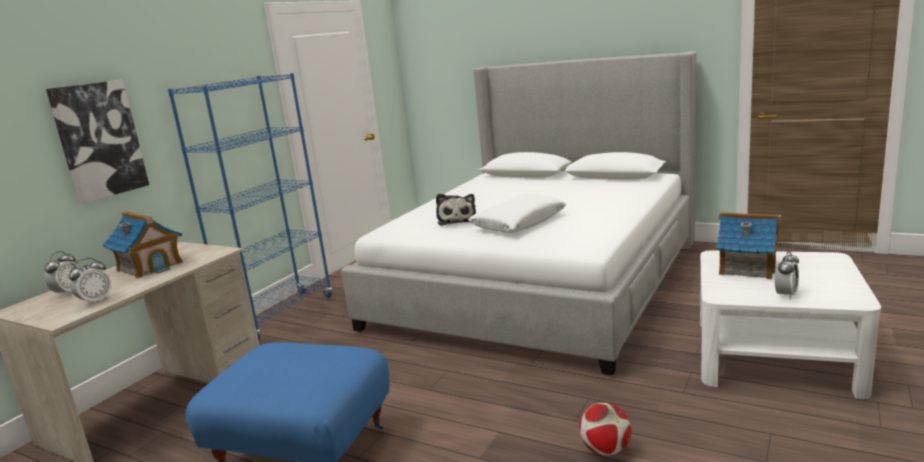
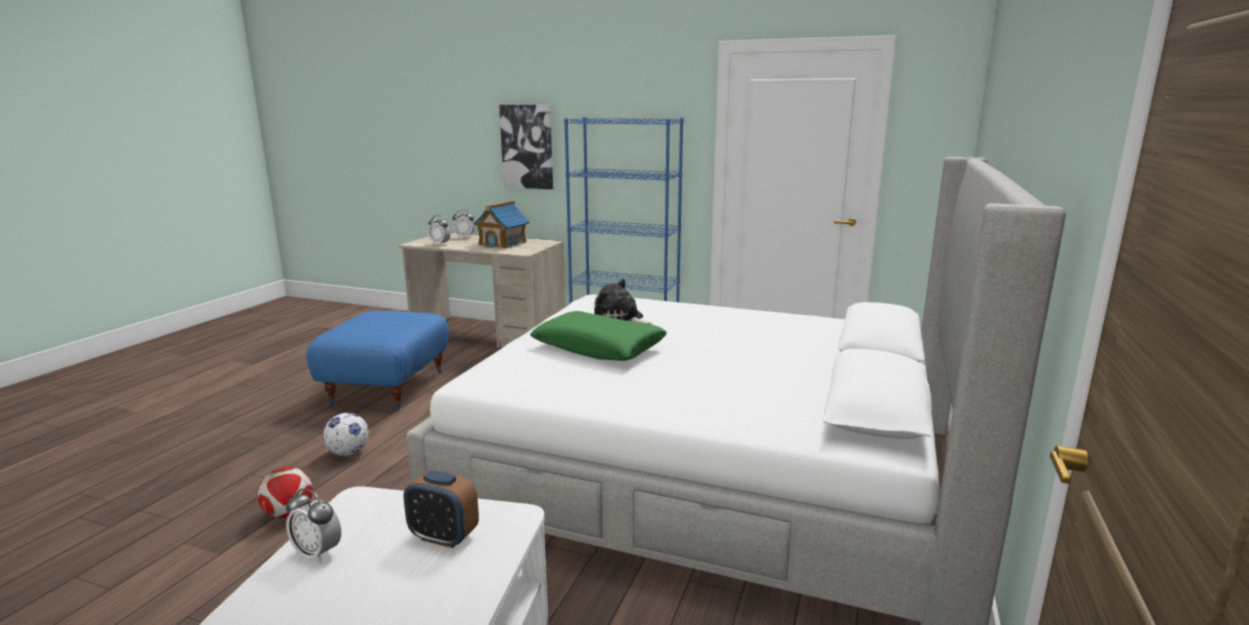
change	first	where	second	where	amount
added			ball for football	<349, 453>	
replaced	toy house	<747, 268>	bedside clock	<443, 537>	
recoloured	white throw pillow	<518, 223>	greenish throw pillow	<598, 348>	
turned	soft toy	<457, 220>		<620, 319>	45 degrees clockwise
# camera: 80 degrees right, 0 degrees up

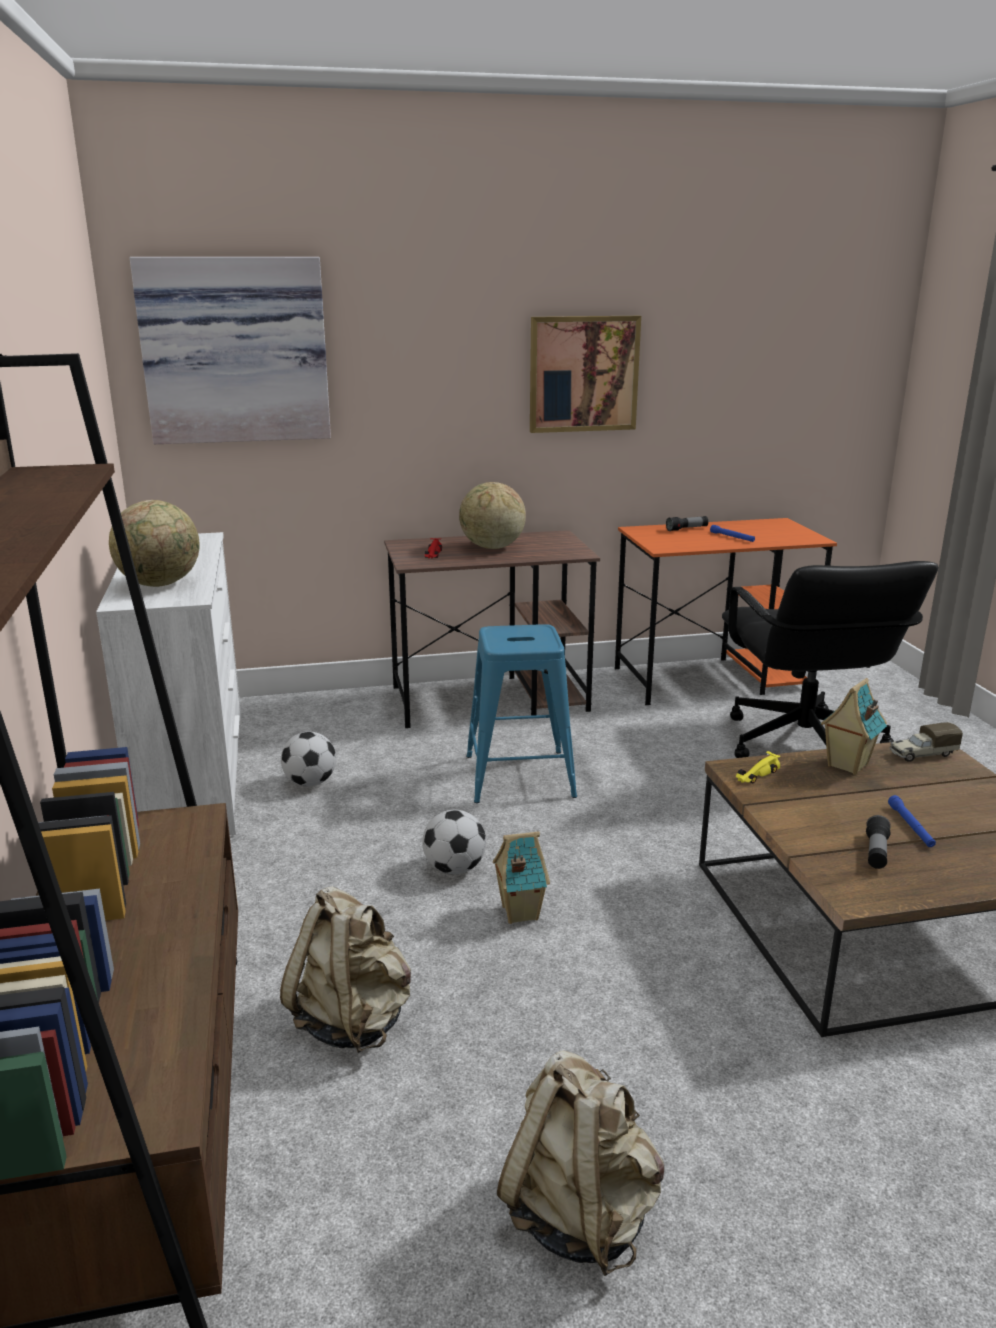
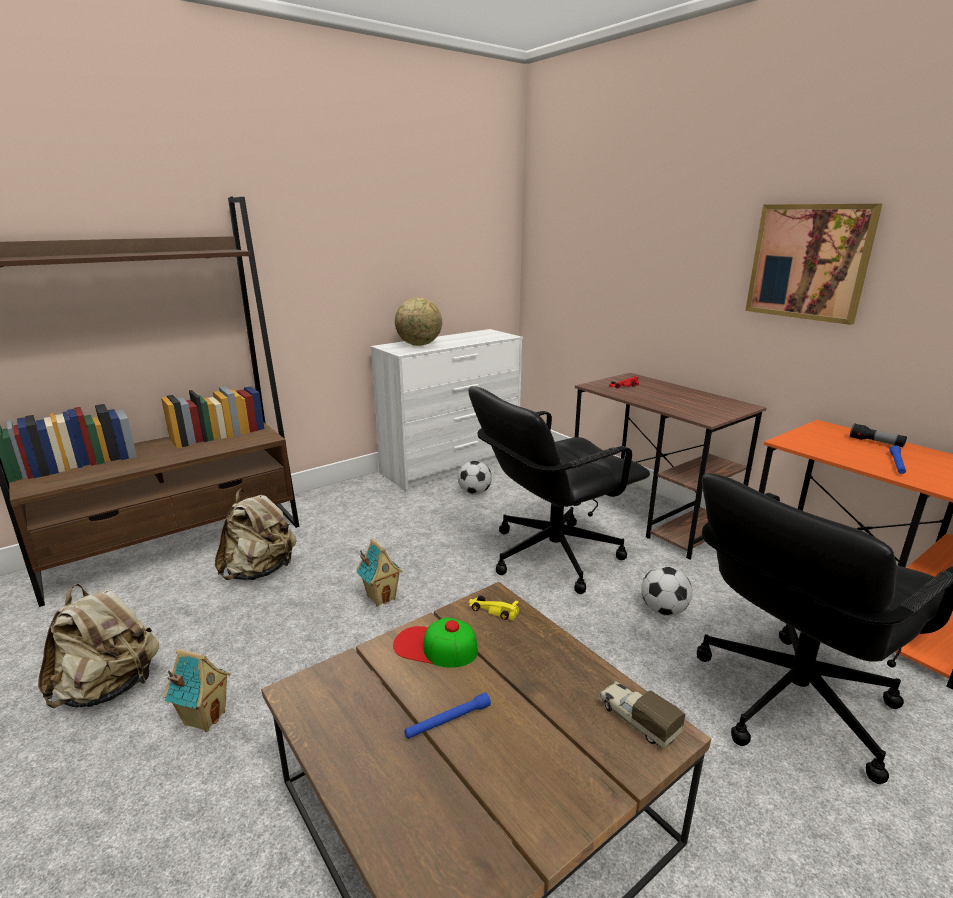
change	first	where	second	where	amount
moved	toy house	<846, 765>		<204, 717>	
added			cap	<435, 647>	
replaced	blue-coloured sitting stool	<520, 776>	black-coloured office chair	<551, 555>	
moved	ball for football	<454, 868>		<663, 610>	
removed	wall art	<235, 350>			
removed	globe	<492, 548>			
removed	hand torch	<876, 852>			
# camera: 65 degrees right, 0 degrees up

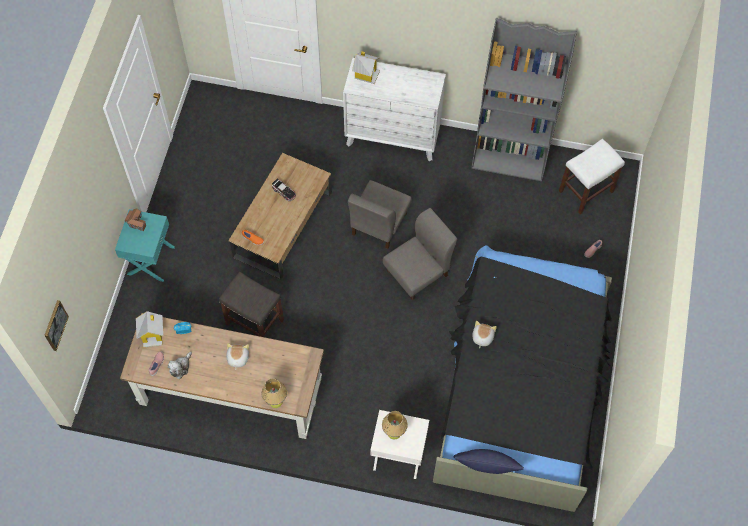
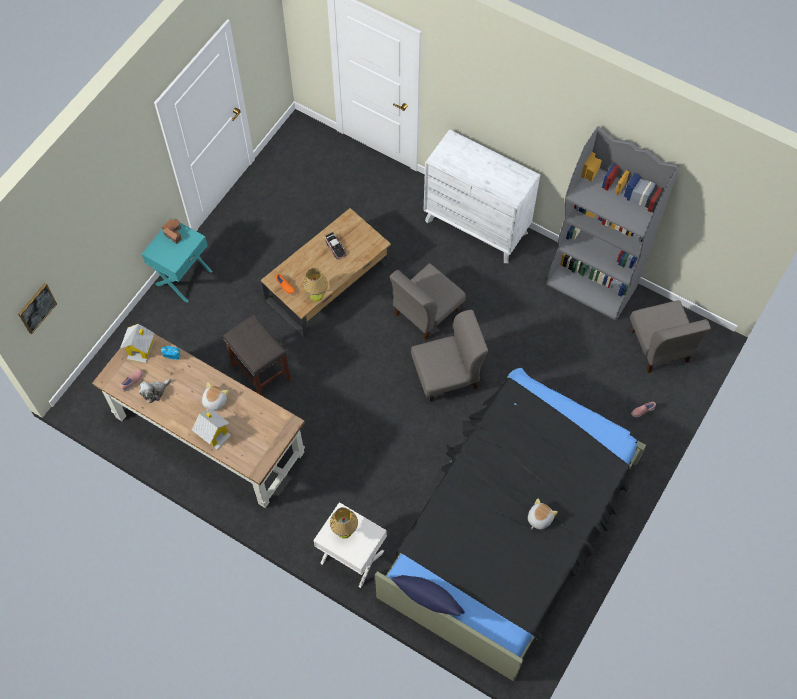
change	first	where	second	where	amount
moved	toy house	<366, 74>		<214, 434>	
moved	table lamp	<275, 401>		<316, 295>	
moved	soft toy	<482, 337>		<539, 518>	
replaced	white sitting stool	<585, 192>	greyish chair	<659, 346>	
# camera: 20 degrees right, 0 degrees up

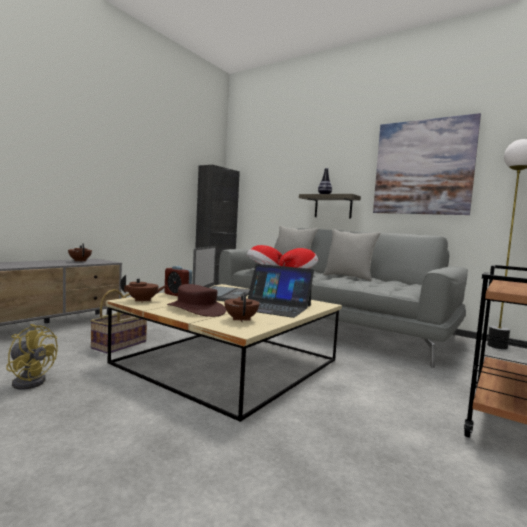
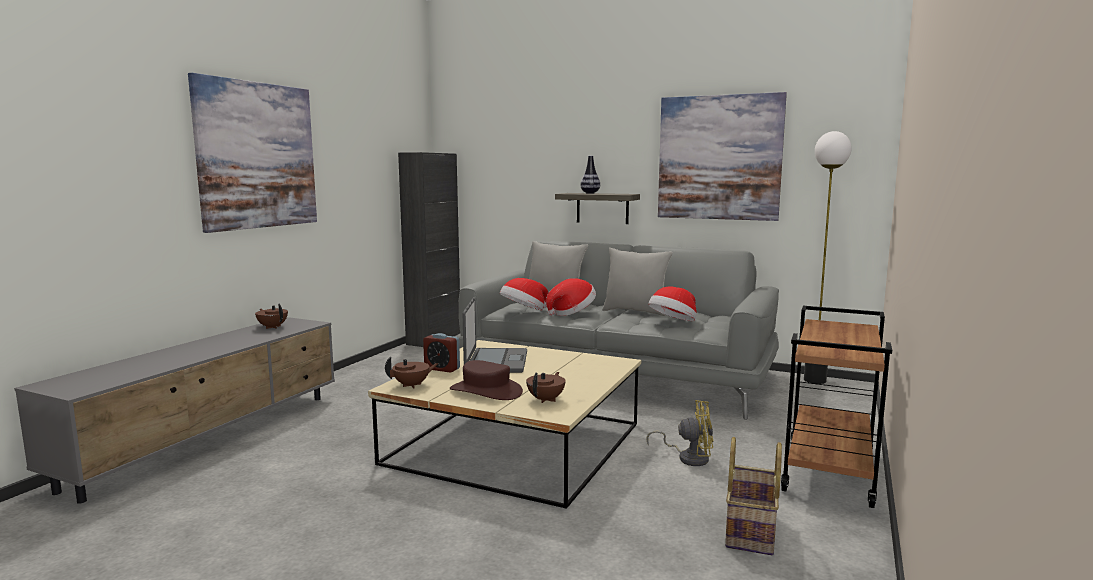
change	first	where	second	where	amount
added			wall art	<257, 155>	
turned	brown-coloured pot for tea	<241, 320>		<546, 399>	45 degrees clockwise
moved	yellow electric fan	<30, 381>		<688, 457>	
added			wearable hat	<673, 323>	
moved	storage basket	<120, 345>		<751, 530>	
removed	portable computer	<272, 307>			
# camera: 10 degrees left, 5 degrees up

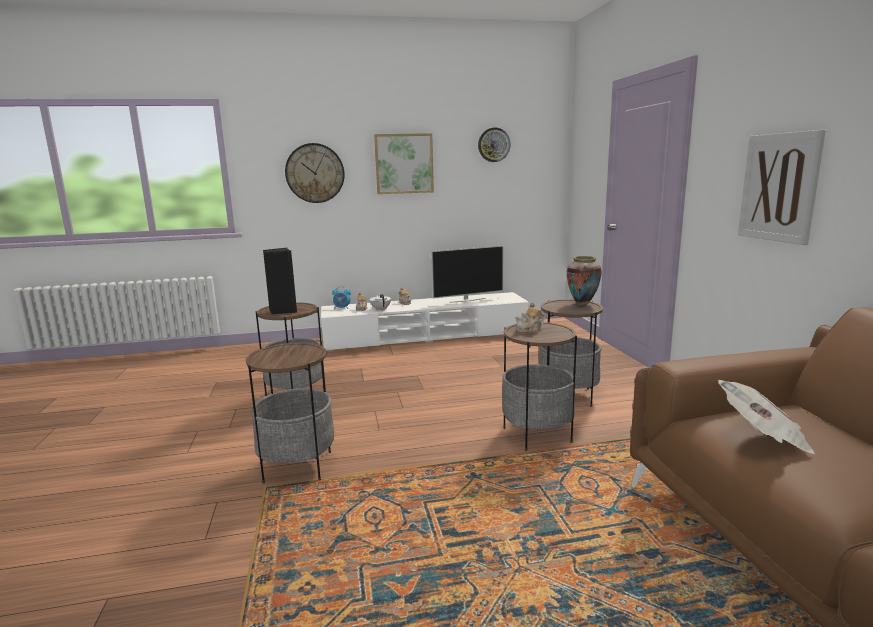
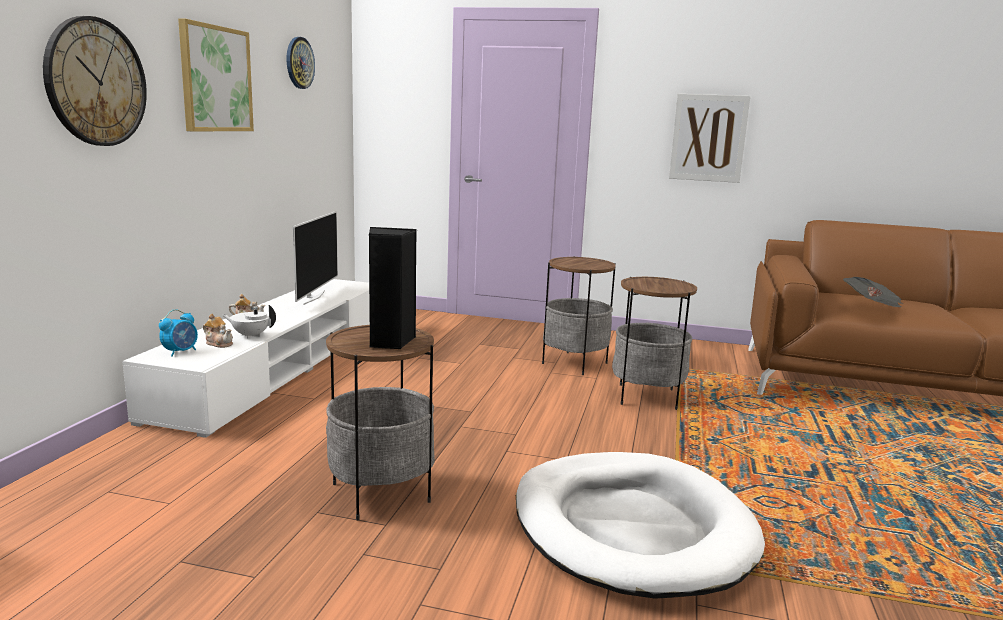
change	first	where	second	where	amount
replaced	side table	<298, 466>	white dog cushion	<631, 528>	
removed	pot for tea	<530, 330>			
removed	flower vase	<582, 303>			
# camera: 65 degrees left, 0 degrees up

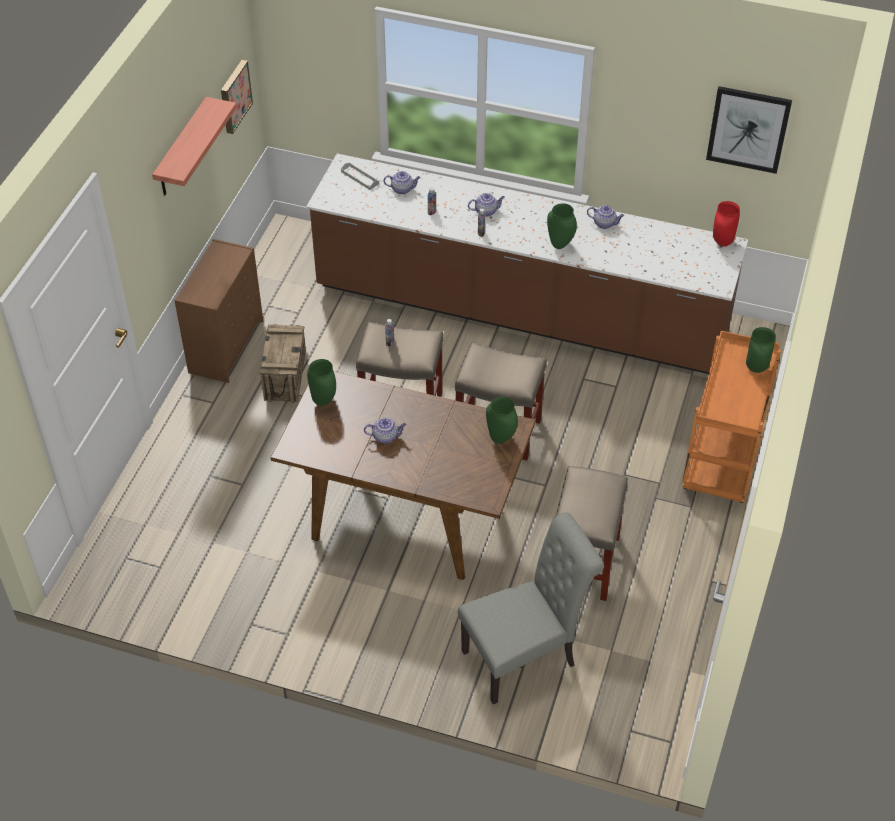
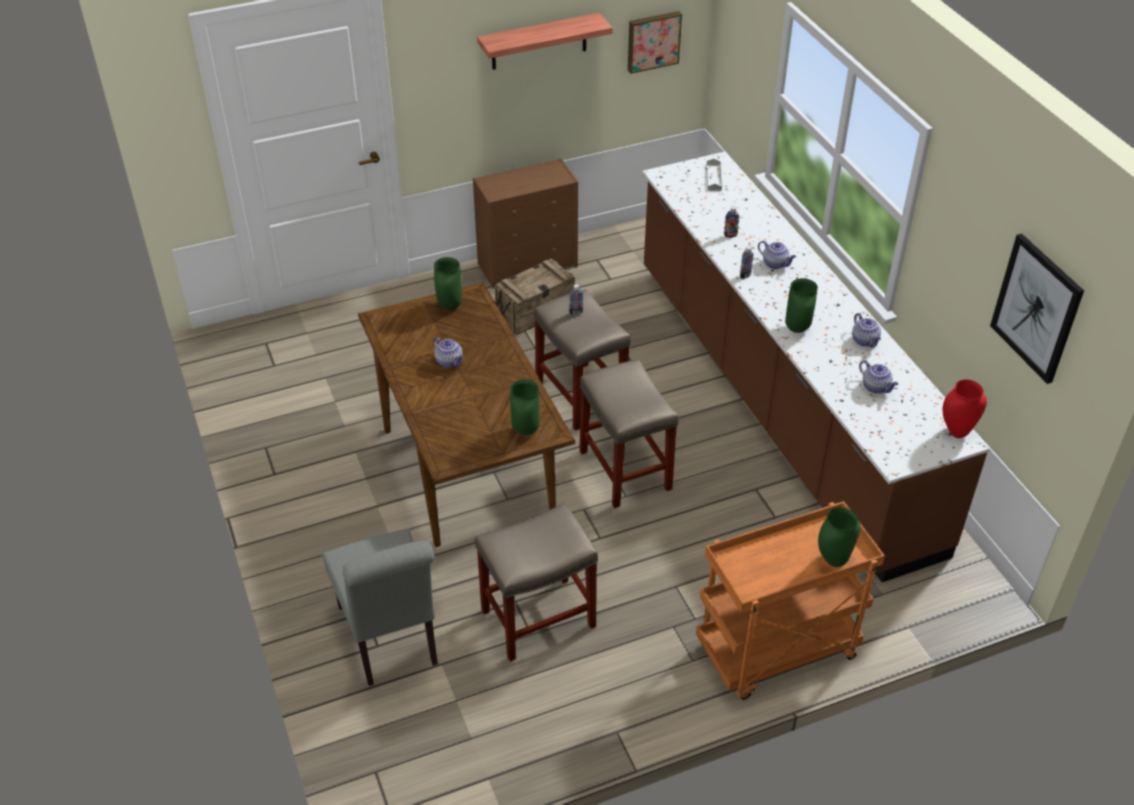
change	first	where	second	where	amount
turned	greyish chair	<525, 656>		<391, 640>	45 degrees clockwise
moved	pot for tea	<402, 189>		<876, 387>	
# camera: 50 degrees right, 5 degrees down

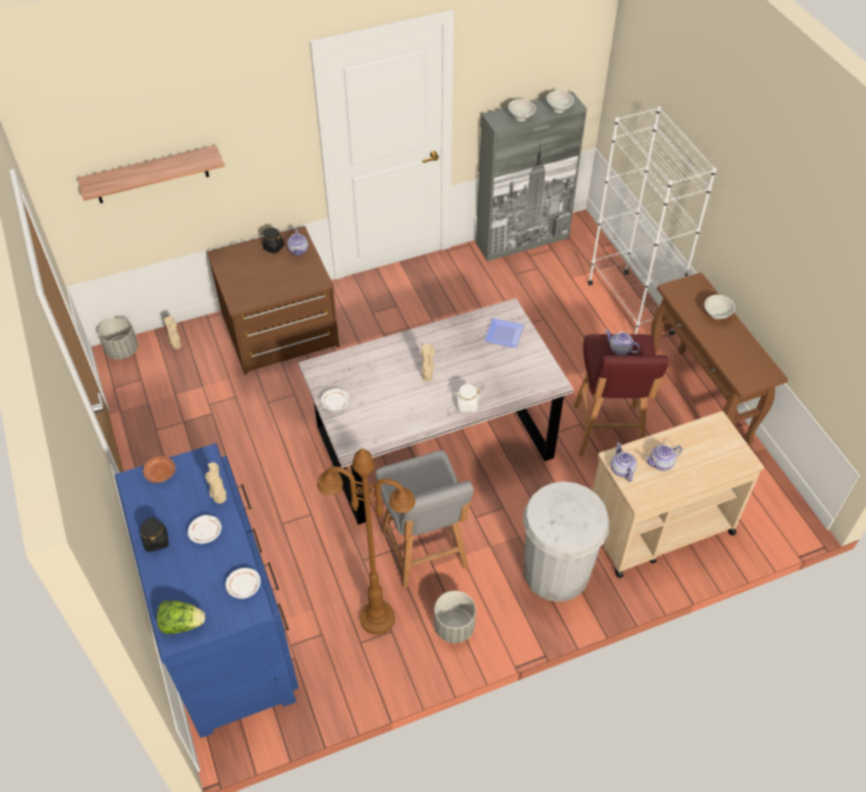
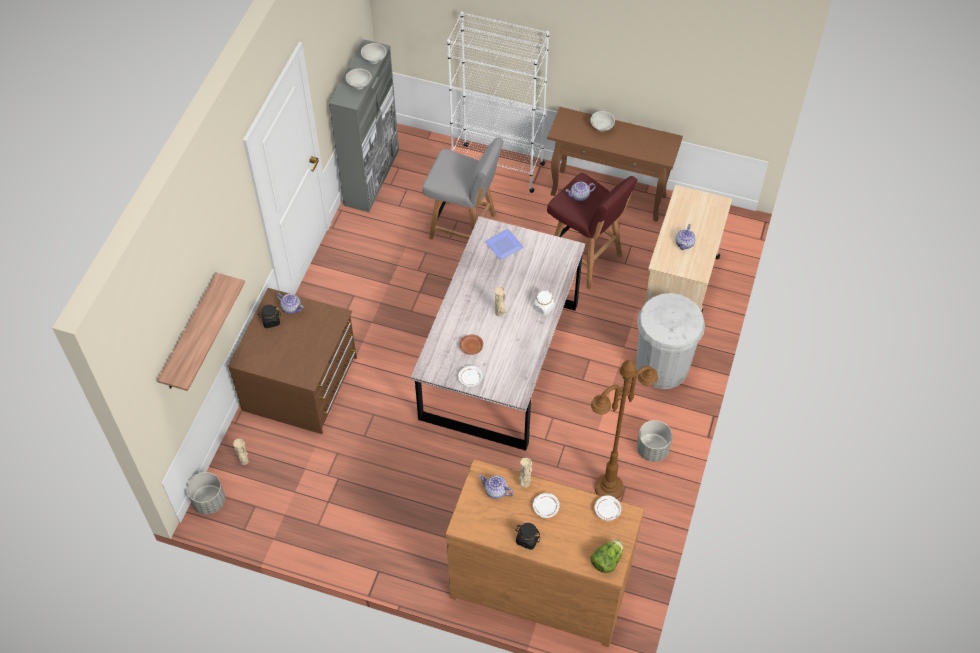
change	first	where	second	where	amount
moved	greyish chair	<424, 551>		<464, 227>	
recoloured	blue-coloured dresser	<226, 631>	brown-coloured dresser	<540, 583>	
moved	brown-coloured plate	<160, 473>		<471, 347>	
moved	pot for tea	<621, 469>		<495, 491>	
# camera: 50 degrees left, 5 degrees up

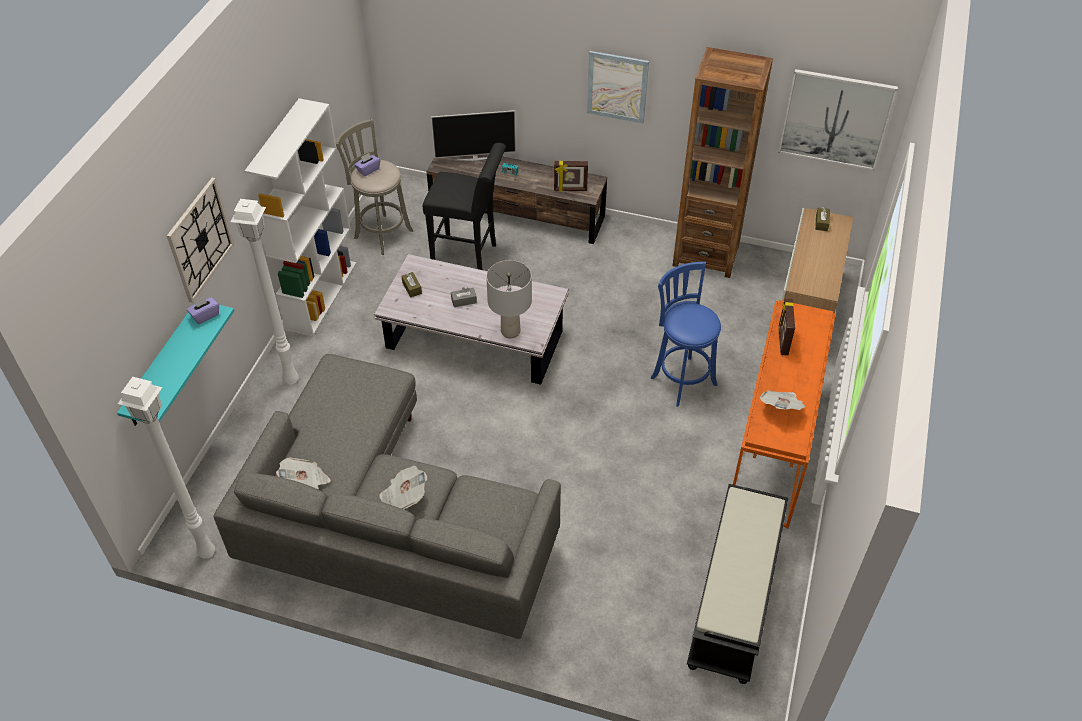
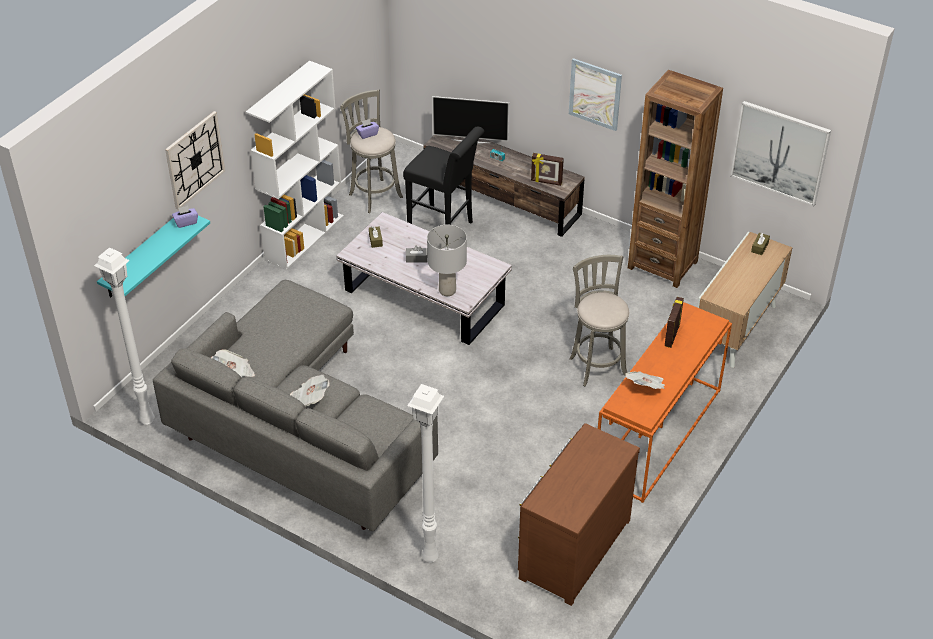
change	first	where	second	where	amount
moved	white standing lamp	<290, 378>		<429, 556>	
replaced	black-coloured long seat	<734, 601>	brown-coloured dresser	<571, 548>	
recoloured	blue-coloured sitting stool	<681, 379>	greyish sitting stool	<597, 364>	
# camera: 15 degrees right, 5 degrees down

